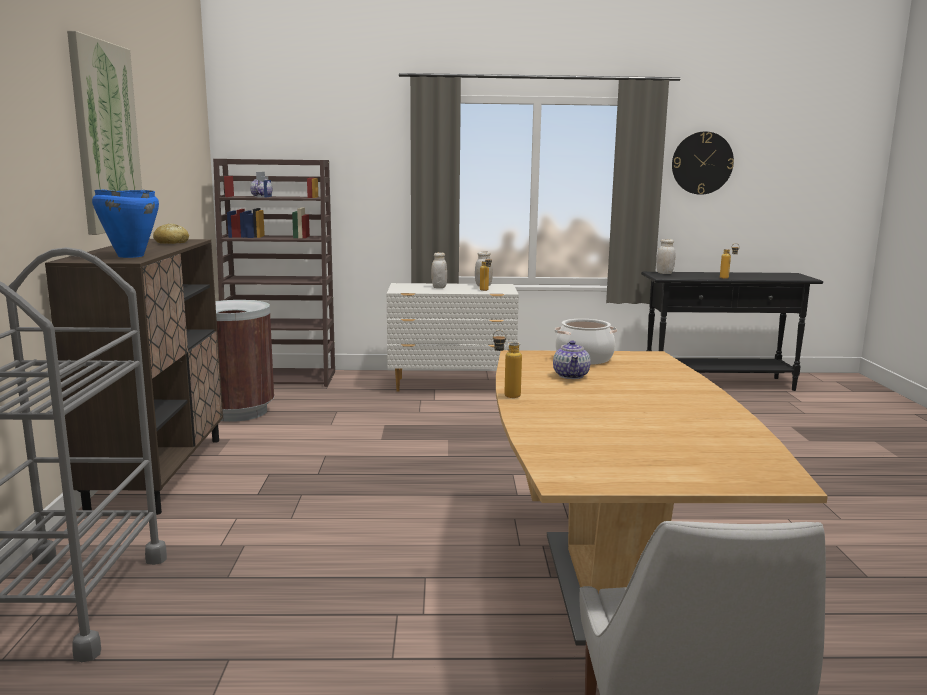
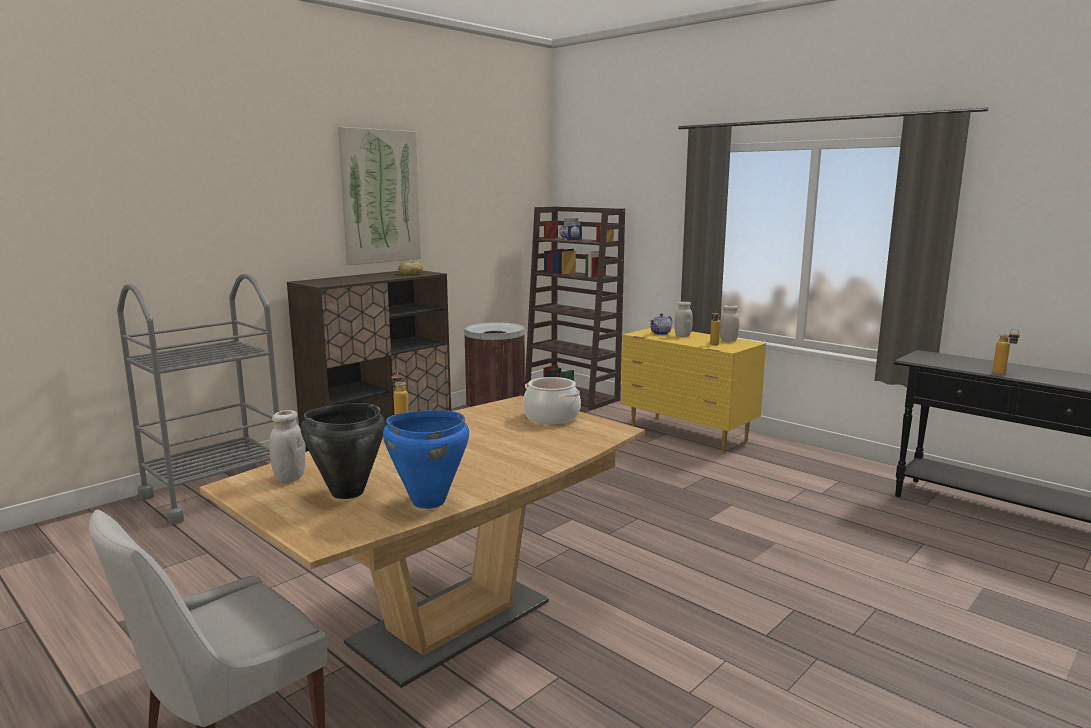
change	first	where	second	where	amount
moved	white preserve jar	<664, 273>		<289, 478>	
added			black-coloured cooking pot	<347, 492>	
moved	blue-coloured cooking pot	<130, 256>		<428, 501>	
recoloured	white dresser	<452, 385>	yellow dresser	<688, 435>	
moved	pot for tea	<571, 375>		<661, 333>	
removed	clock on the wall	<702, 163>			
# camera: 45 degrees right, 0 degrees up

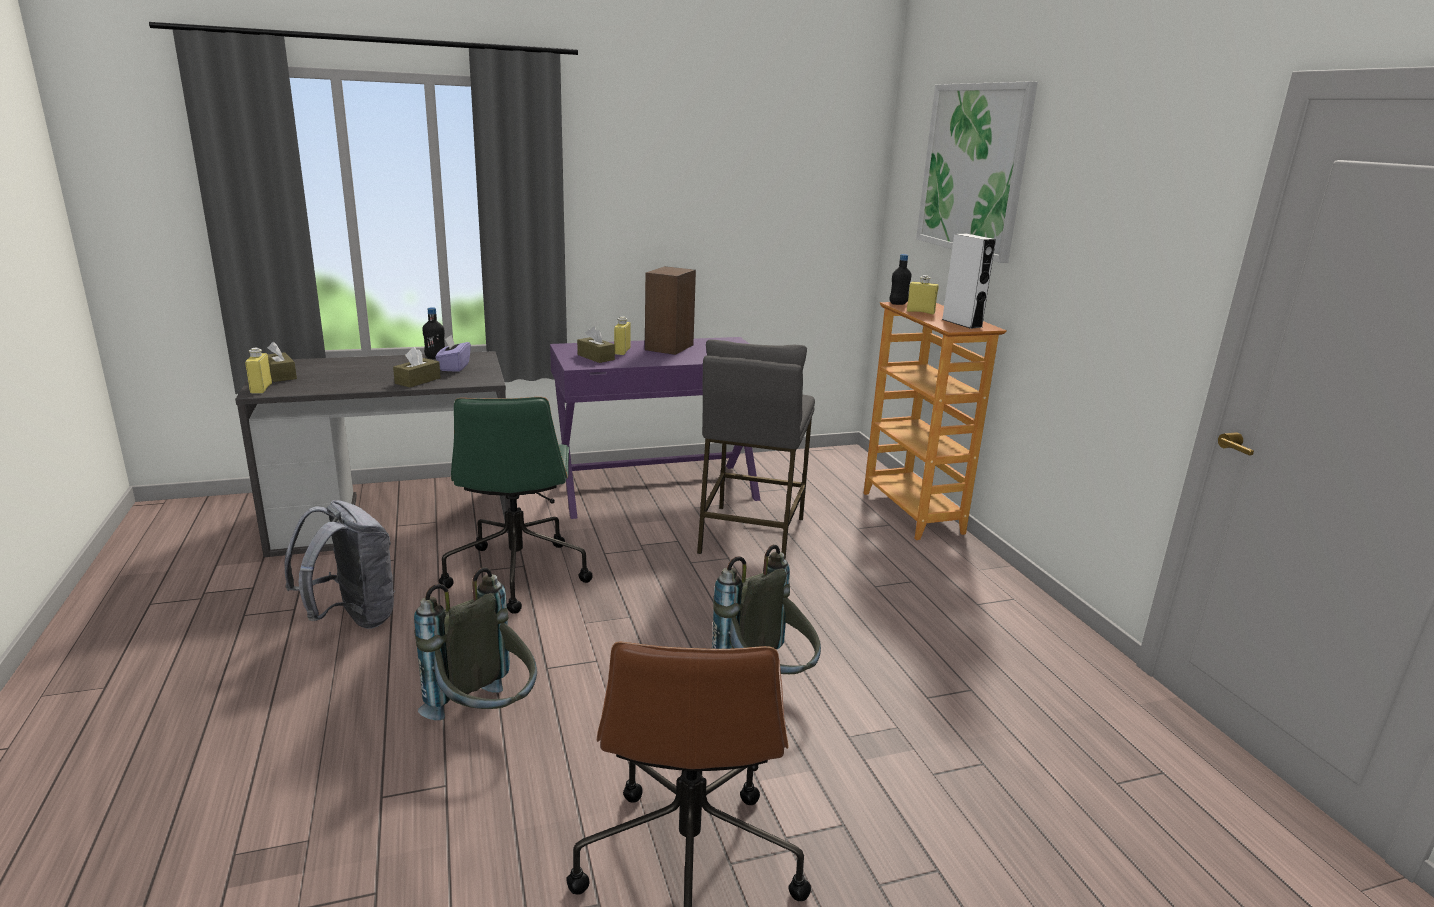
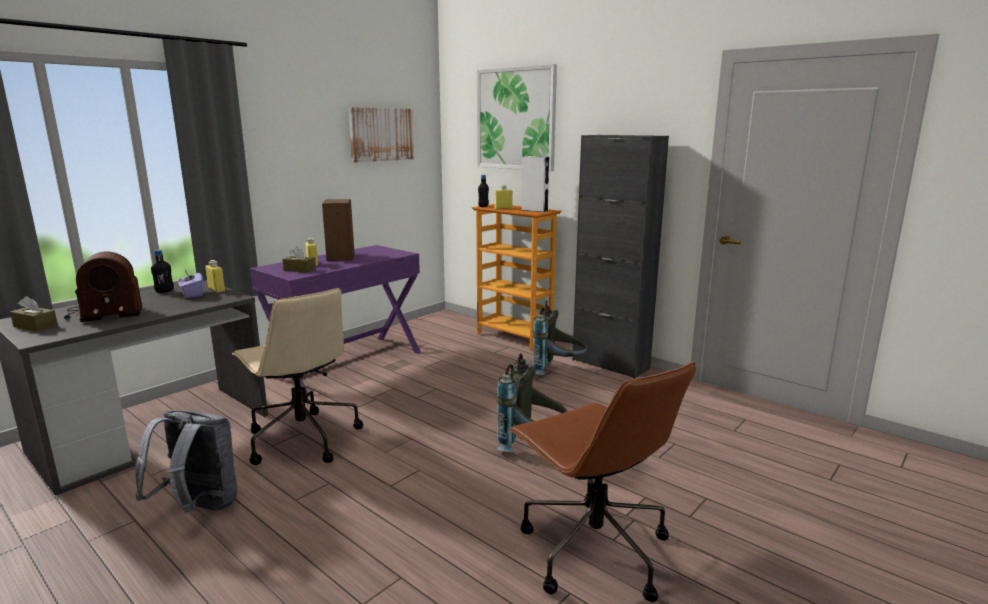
change	first	where	second	where	amount
added			radio	<104, 313>	
moved	yellow drink bottle	<261, 389>		<216, 289>	
recoloured	greenish office chair	<517, 573>	beige-coloured office chair	<302, 438>	
added			wall art	<381, 134>	
moved	greyish backpack	<486, 717>		<558, 371>	
added			black-coloured storage cabinet	<610, 364>	
removed	brown-coloured tissue holder	<418, 381>			
removed	greyish sitting stool	<750, 535>			
# camera: 30 degrees left, 5 degrees down

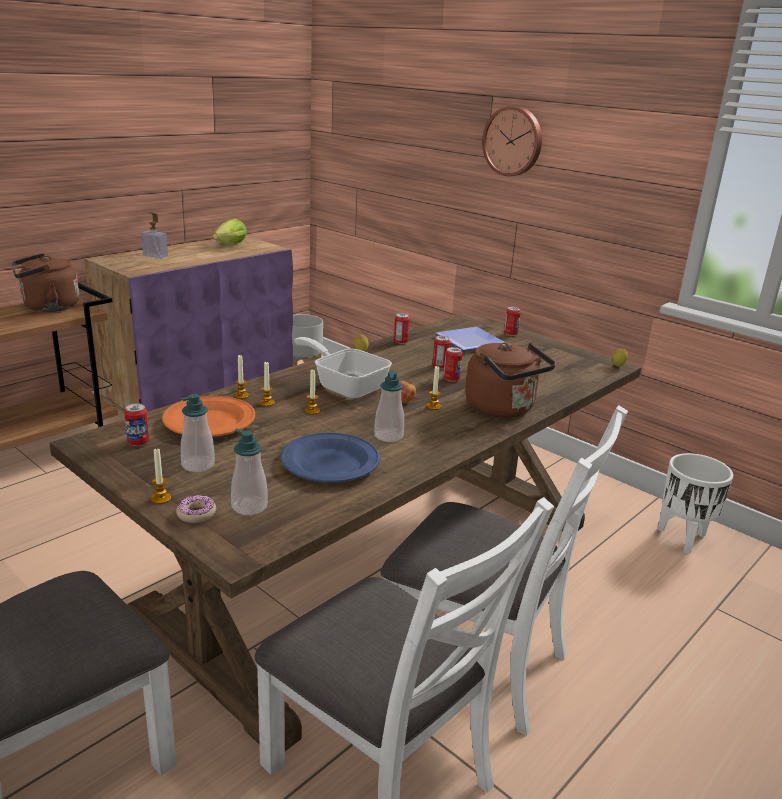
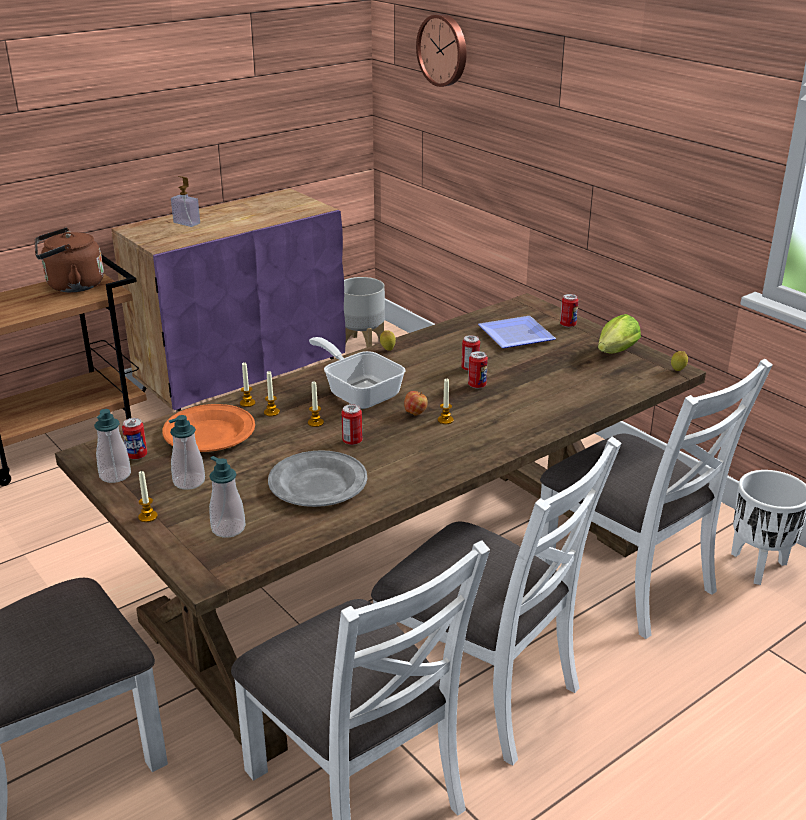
change	first	where	second	where	amount
moved	liquid soap bottle	<388, 436>		<115, 475>	
recoloured	blue-coloured plate	<330, 463>	greyish plate	<317, 484>	
moved	sealed can	<400, 342>		<352, 441>	
moved	clock on the wall	<513, 141>		<444, 50>	
added			white chair	<627, 579>	
moved	head of lettuce	<229, 245>		<614, 353>	
removed	doughnut	<196, 514>			
removed	brown-coloured tea kettle	<503, 409>			
# camera: 10 degrees right, 5 degrees up

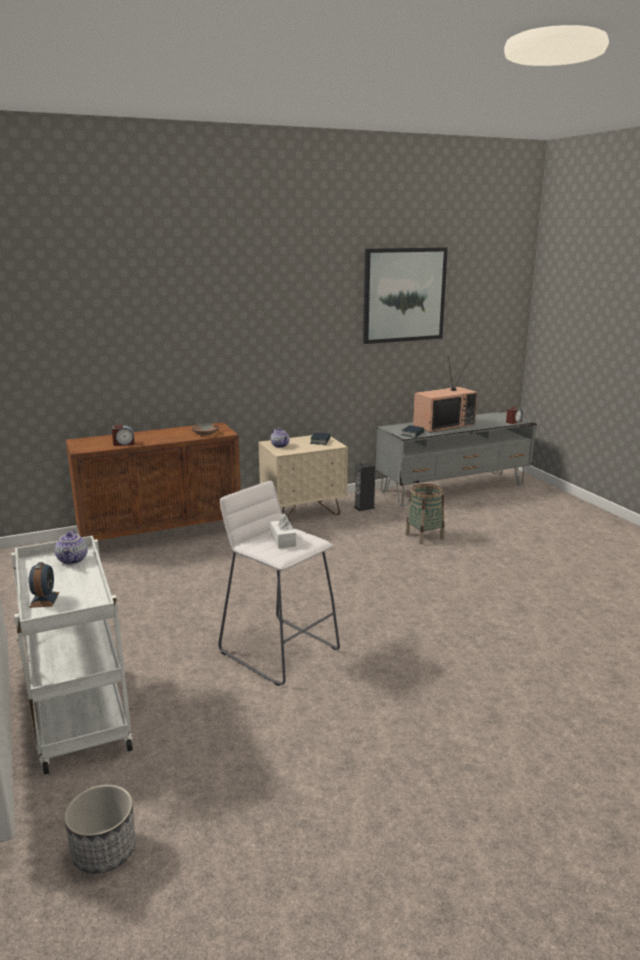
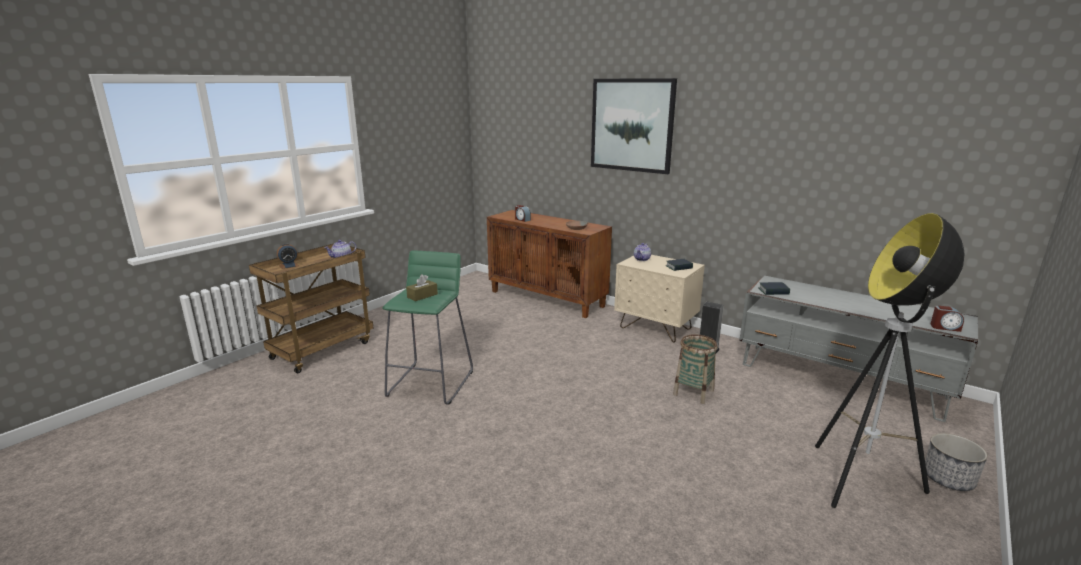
change	first	where	second	where	amount
recoloured	white trolley	<78, 717>	brown-coloured trolley	<322, 349>	
recoloured	white sitting stool	<279, 649>	greenish sitting stool	<431, 383>	
recoloured	white tissue holder	<283, 540>	brown-coloured tissue holder	<422, 296>	
moved	wall art	<404, 295>		<632, 125>	
added			standing lamp	<861, 482>	
moved	planter	<104, 851>		<948, 479>	
removed	television	<443, 425>			
# camera: 60 degrees right, 0 degrees up

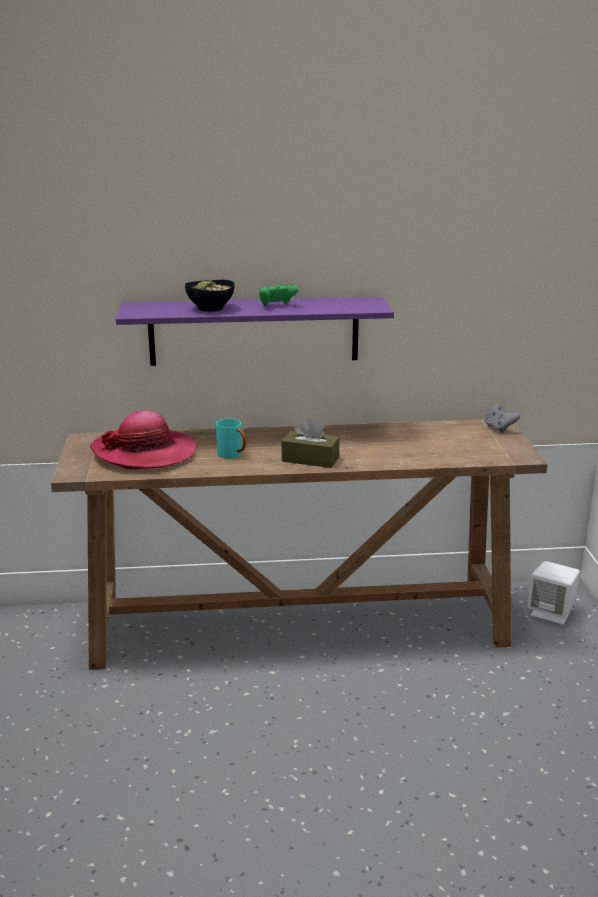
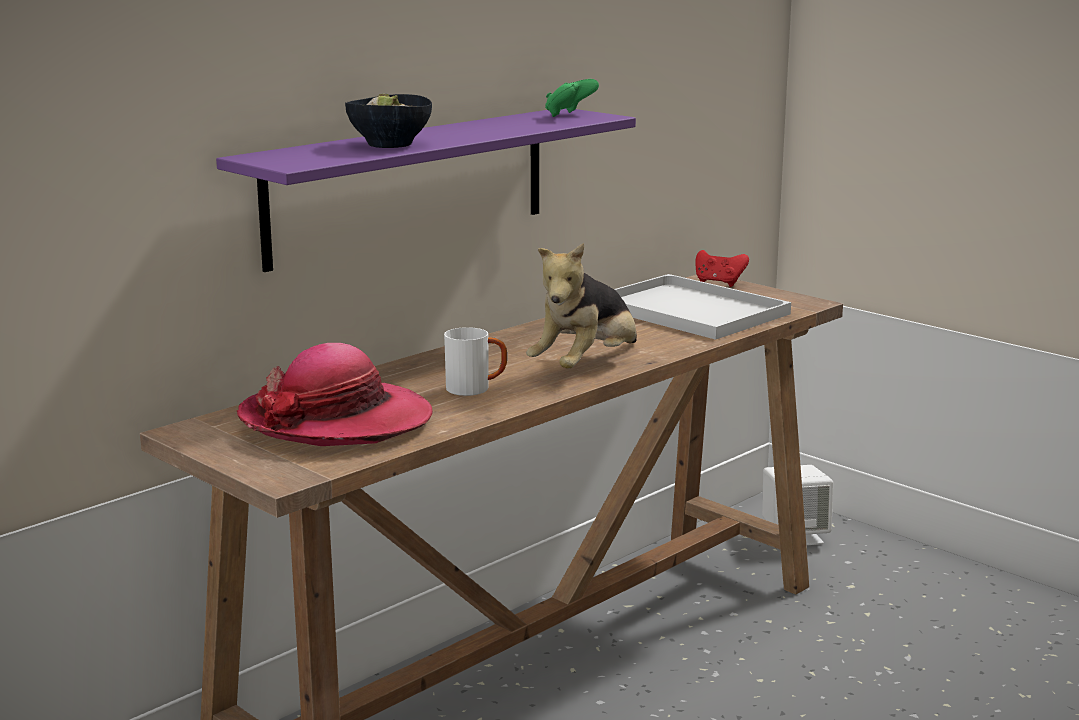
change	first	where	second	where	amount
recoloured	turquoise-coloured coffee mug	<233, 455>	white coffee mug	<476, 389>	
replaced	brown-coloured tissue holder	<310, 459>	soft toy	<586, 366>	
moved	greenish gamepad	<277, 306>		<569, 115>	
added			white carrying tray	<694, 310>	
recoloured	greyish gamepad	<499, 428>	red-coloured gamepad	<718, 283>	
# camera: 40 degrees left, 5 degrees down

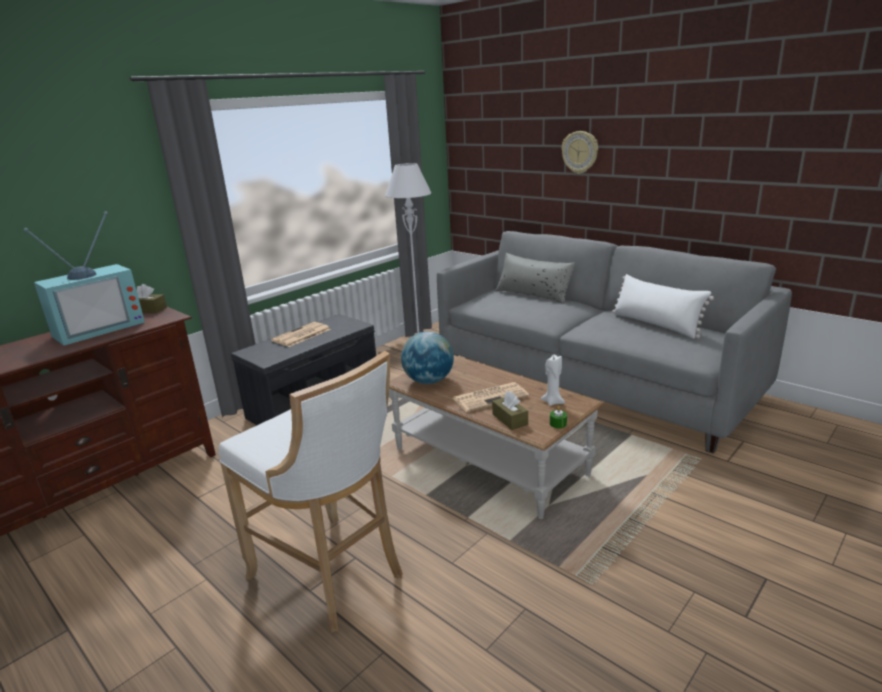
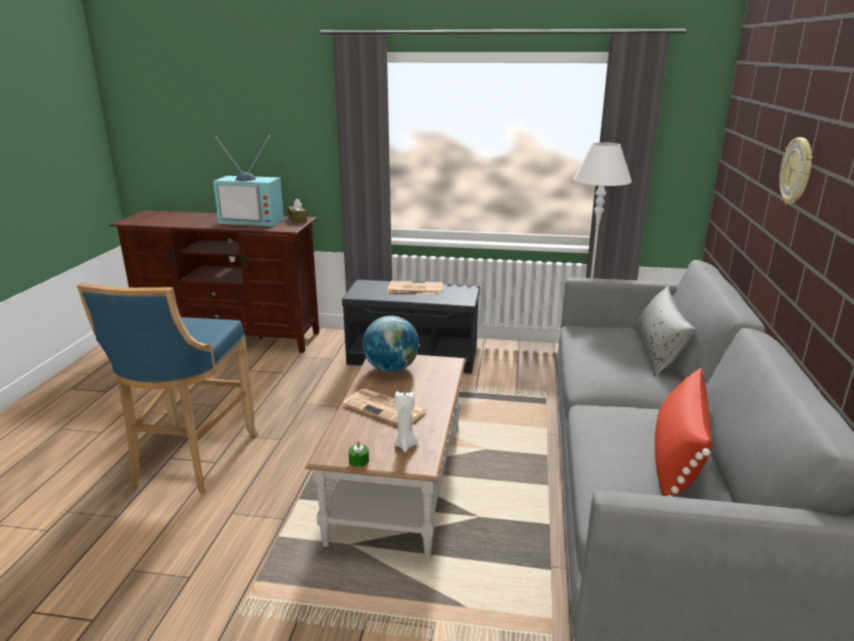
change	first	where	second	where	amount
recoloured	white sitting stool	<332, 575>	blue-coloured sitting stool	<190, 460>	
recoloured	white throw pillow	<655, 324>	red-coloured throw pillow	<677, 457>	
removed	brown-coloured tissue holder	<510, 419>			
# camera: 55 degrees right, 0 degrees up

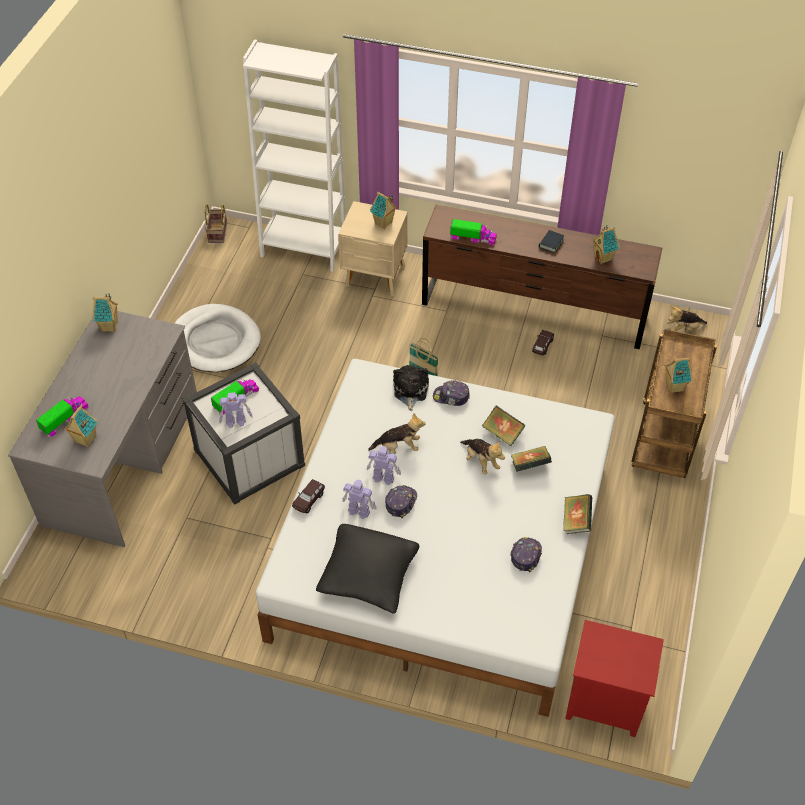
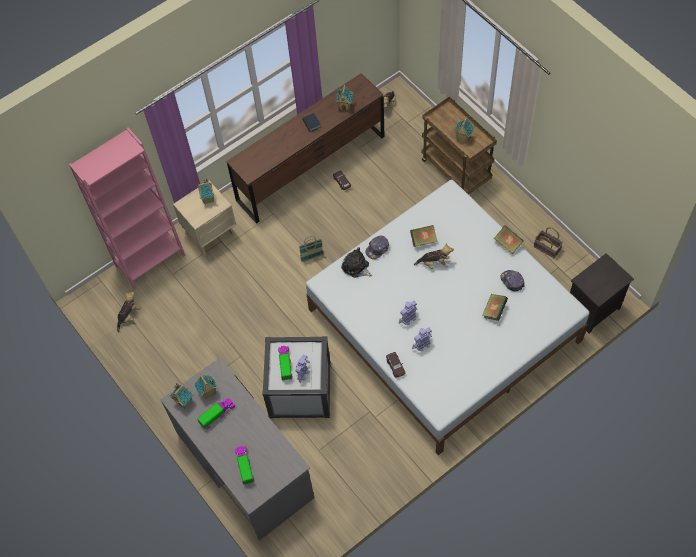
change	first	where	second	where	amount
recoloured	white bookshelf	<303, 249>	pink-coloured bookshelf	<150, 260>	
moved	soft toy	<398, 447>		<129, 316>	
moved	toy house	<85, 440>		<208, 392>	
moved	toy lorry	<473, 238>		<217, 415>	
moved	volume	<529, 466>		<494, 311>	
moved	storage basket	<218, 233>		<547, 248>	
recoloured	red-coloured night table	<603, 704>	black-coloured night table	<592, 310>	
removed	white dog cushion	<215, 341>			
removed	black-coloured throw pillow	<368, 575>			
removed	cap	<400, 502>			
# camera: 50 degrees left, 10 degrees up

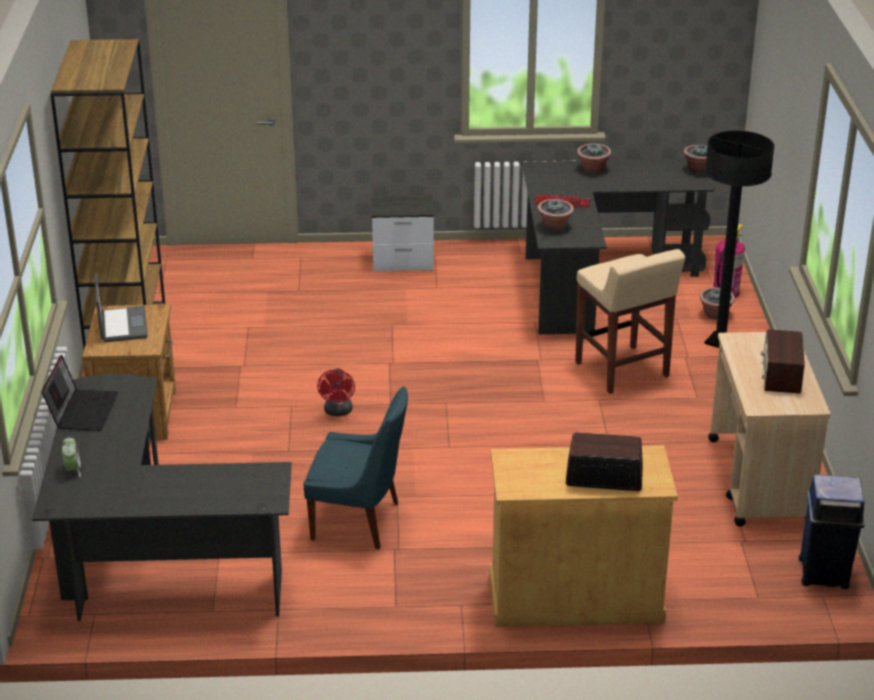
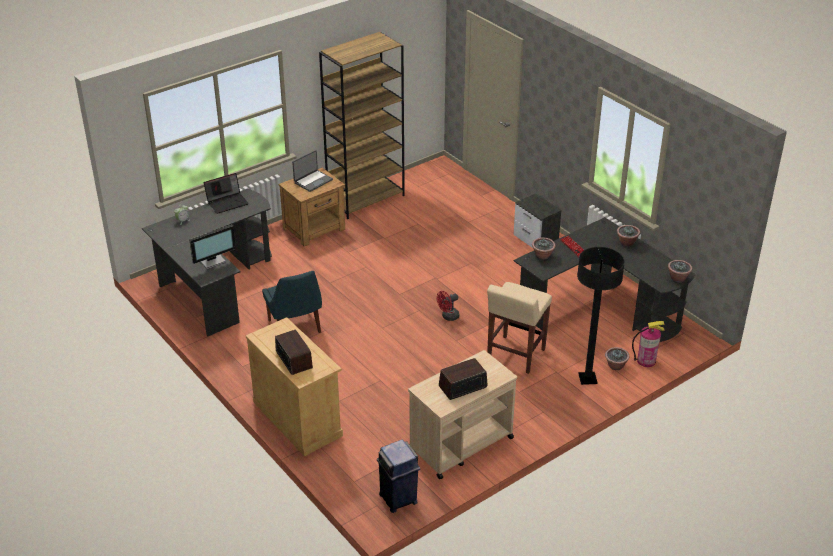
change	first	where	second	where	amount
added			computer display	<212, 261>	
moved	red-coloured electric fan	<338, 412>		<448, 317>	
# camera: 55 degrees right, 5 degrees up

